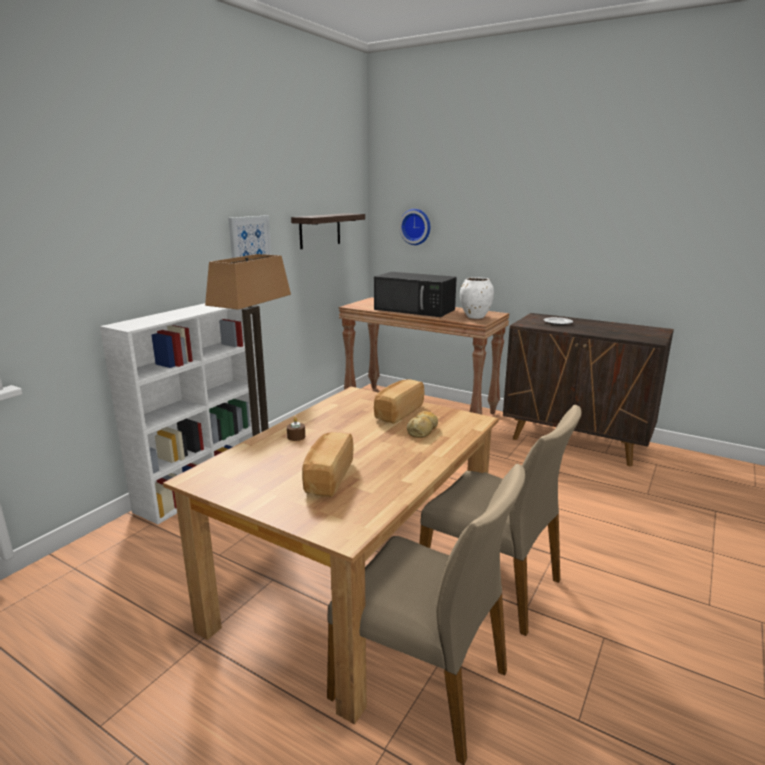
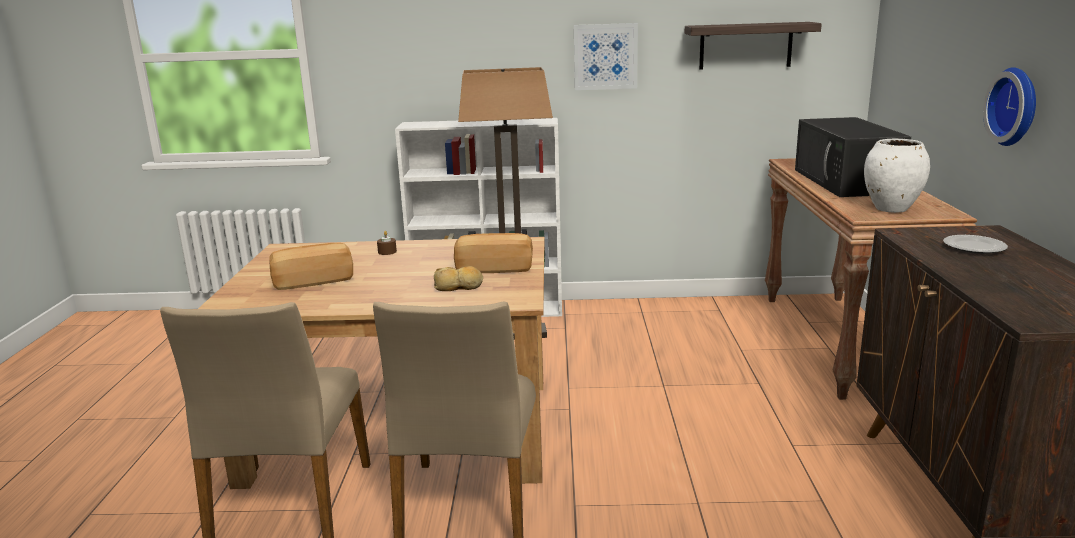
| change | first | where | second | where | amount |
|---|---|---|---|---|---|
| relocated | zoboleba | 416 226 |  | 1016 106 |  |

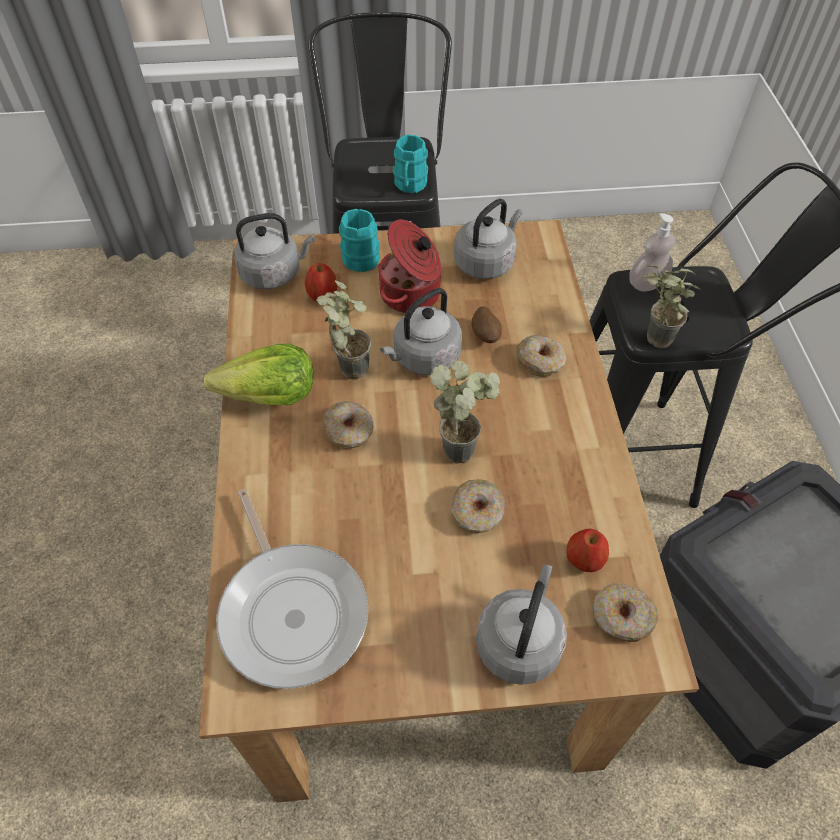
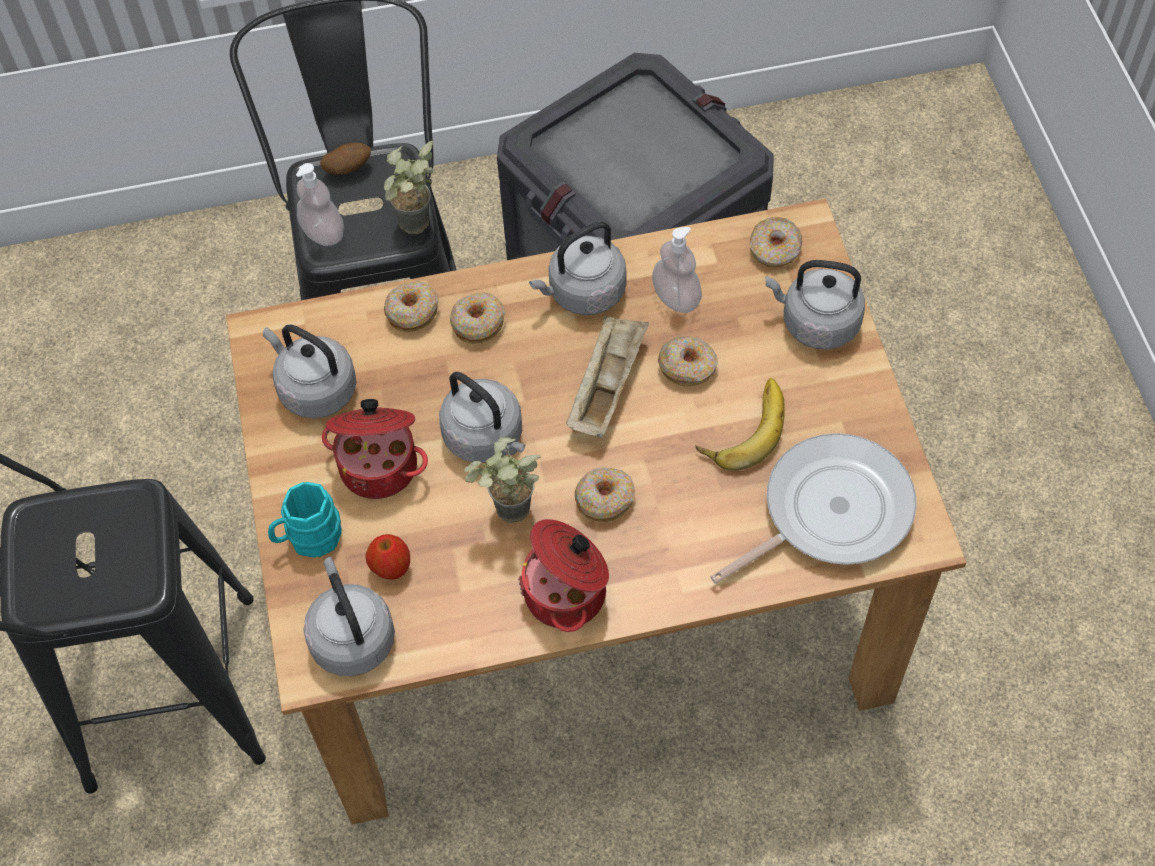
| change | first | where | second | where | amount |
|---|---|---|---|---|---|
| relocated | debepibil | 485 335 |  | 348 168 |  |
| appeared |  |  | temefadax | 412 312 |  |
| exchanged | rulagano | 269 397 | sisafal | 568 593 |  |
| appeared |  |  | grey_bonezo | 583 293 |  |
| exchanged | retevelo | 463 445 | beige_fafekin | 607 386 |  |
| appeared |  |  | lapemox | 676 298 |  |
| appeared |  |  | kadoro | 743 427 |  |
| missing | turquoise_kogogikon | 409 185 |  |  |  |
| missing | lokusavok | 583 560 |  |  |  |

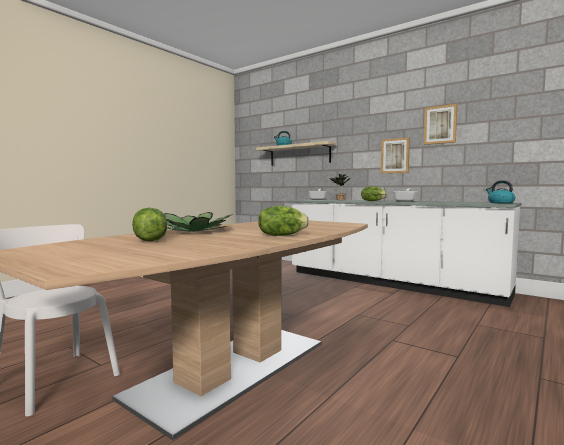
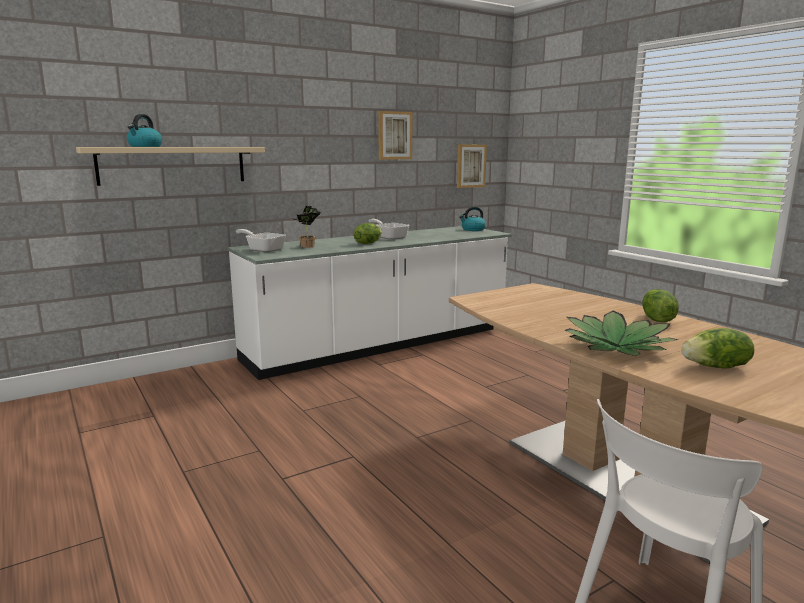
| change | first | where | second | where | amount |
|---|---|---|---|---|---|
| relocated | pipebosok | 395 156 |  | 470 166 |  |

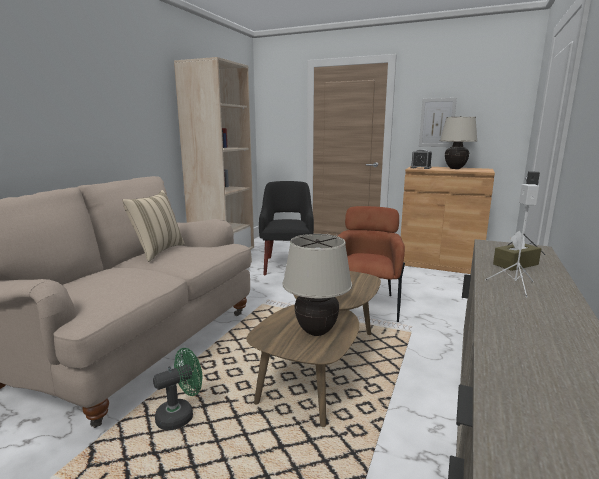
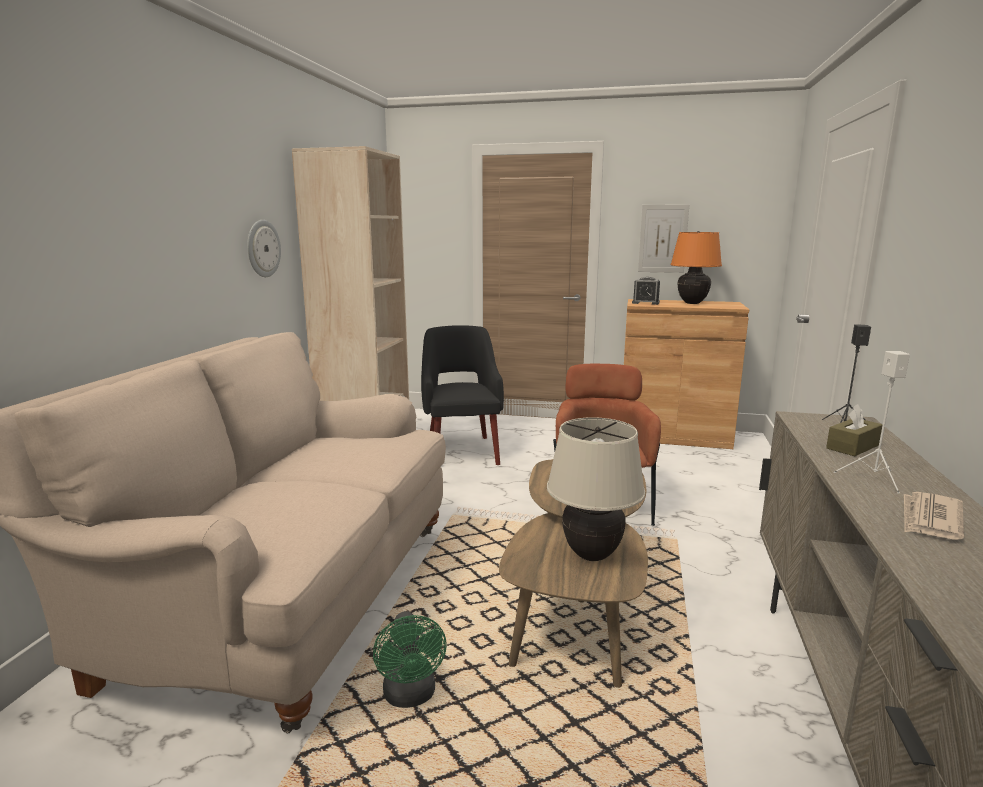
| change | first | where | second | where | amount |
|---|---|---|---|---|---|
| appeared |  |  | zoboleba | 262 248 |  |
| spun | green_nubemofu | 181 415 |  | 411 696 | 120 degrees clockwise |
| colour | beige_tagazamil | 455 168 | orange_tagazamil | 692 303 |  |
| appeared |  |  | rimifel | 930 519 |  |
| missing | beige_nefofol | 157 251 |  |  |  |

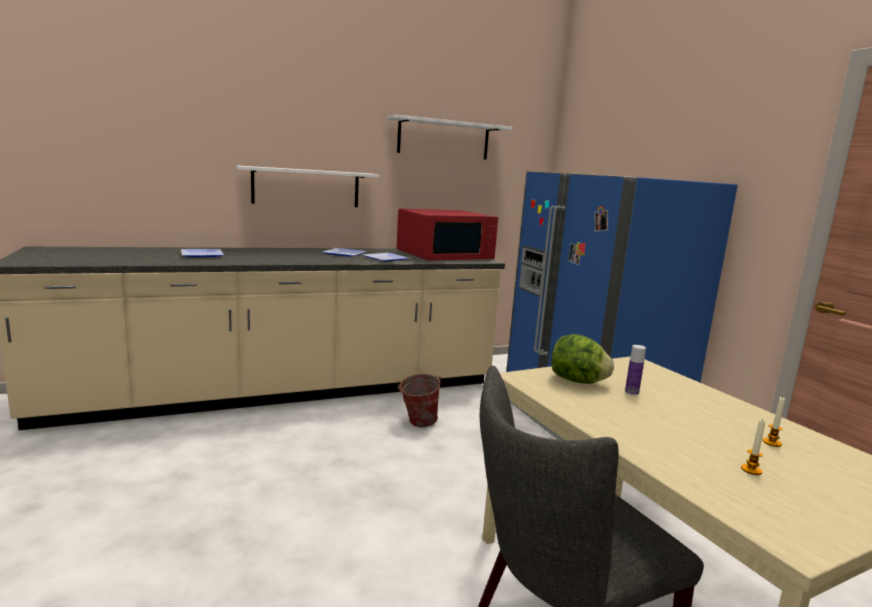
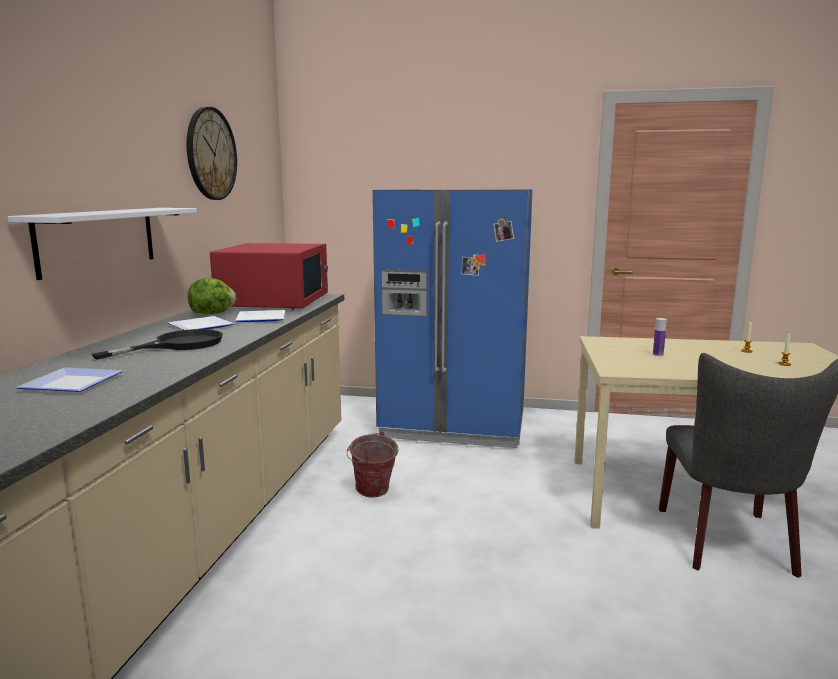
| change | first | where | second | where | amount |
|---|---|---|---|---|---|
| appeared |  |  | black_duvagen | 178 345 |  |
| exchanged | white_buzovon | 444 139 | zoboleba | 211 154 |  |
| relocated | rulagano | 577 381 |  | 213 314 |  |

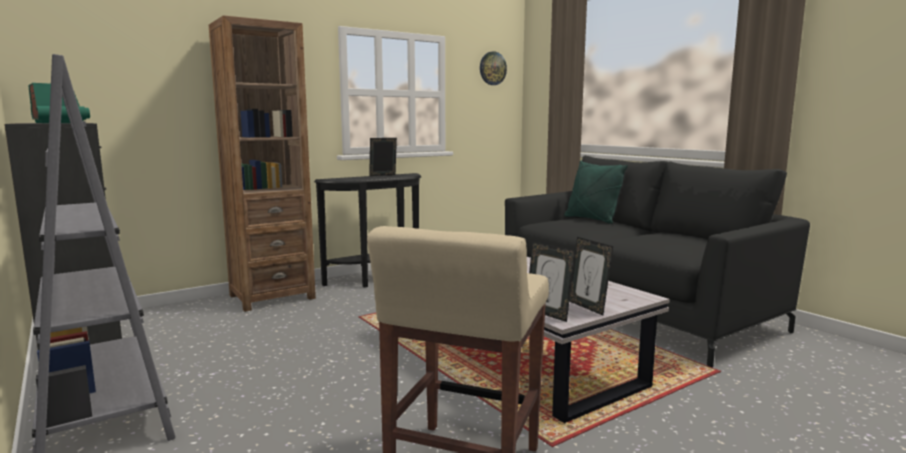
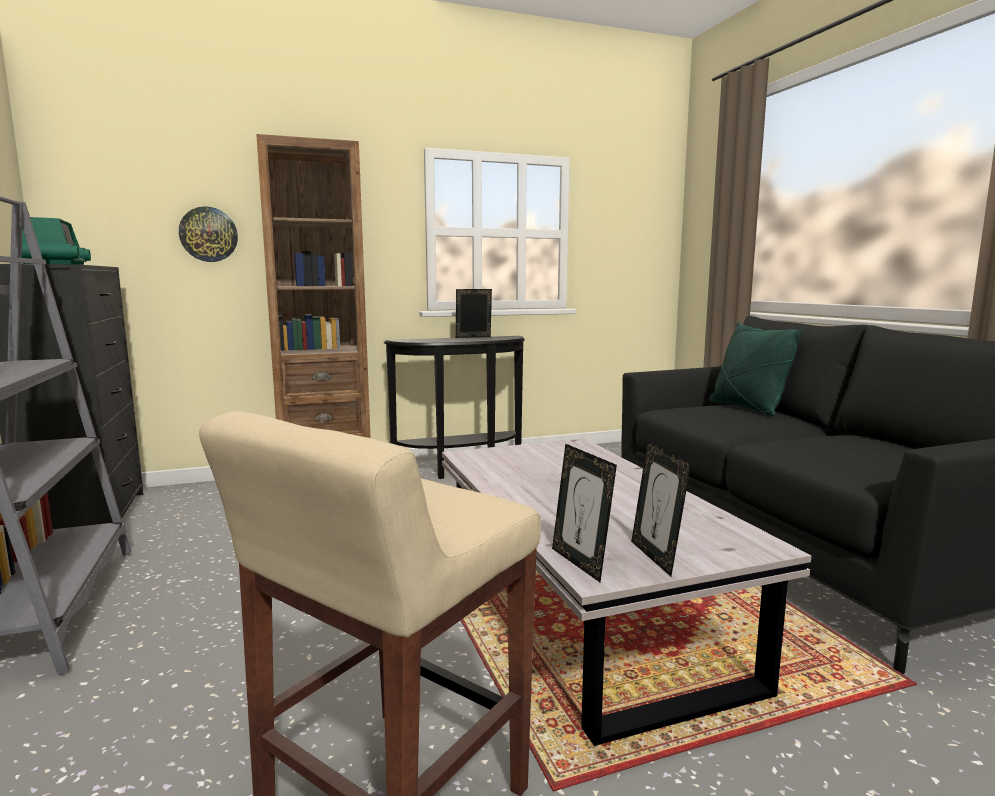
| change | first | where | second | where | amount |
|---|---|---|---|---|---|
| relocated | zoboleba | 492 68 |  | 208 234 |  |

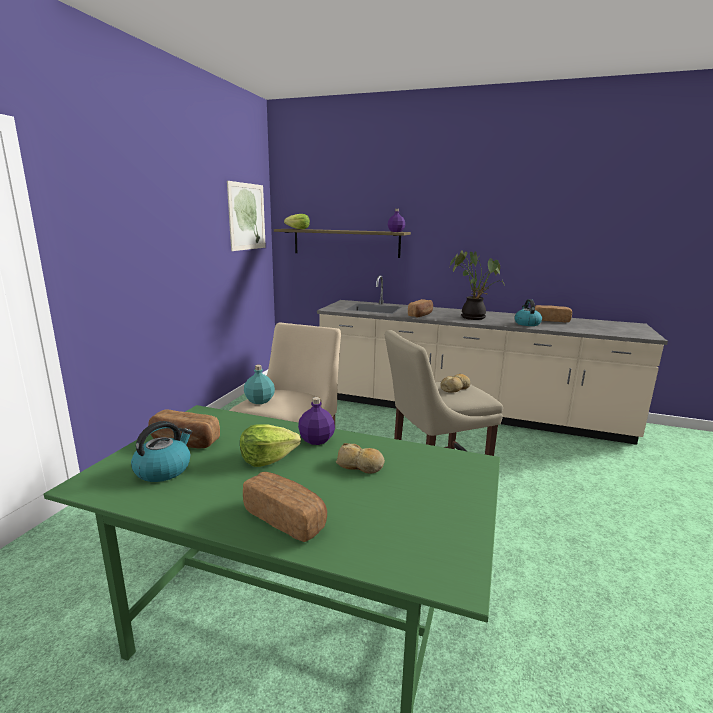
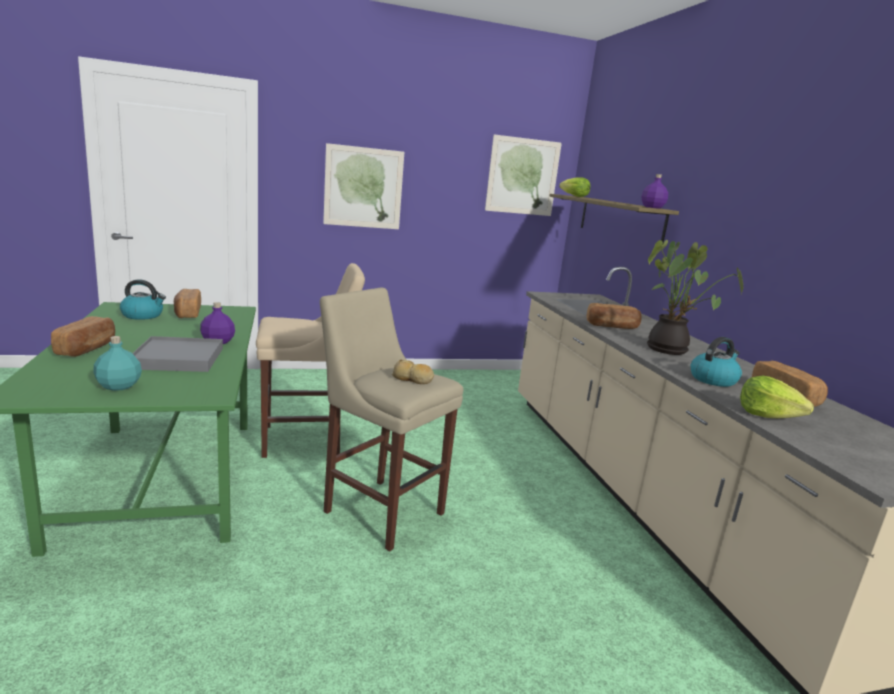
| change | first | where | second | where | amount |
|---|---|---|---|---|---|
| relocated | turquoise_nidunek | 260 401 |  | 118 386 |  |
| exchanged | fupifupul | 360 465 | grey_fafekin | 178 358 |  |
| appeared |  |  | pipebosok | 363 187 |  |
| relocated | rulagano | 267 458 |  | 767 415 |  |

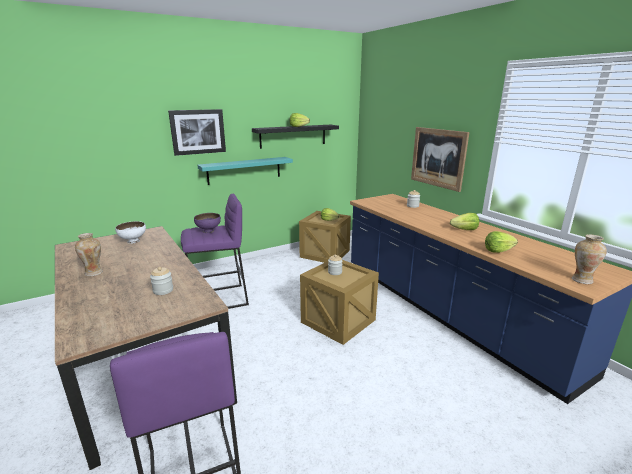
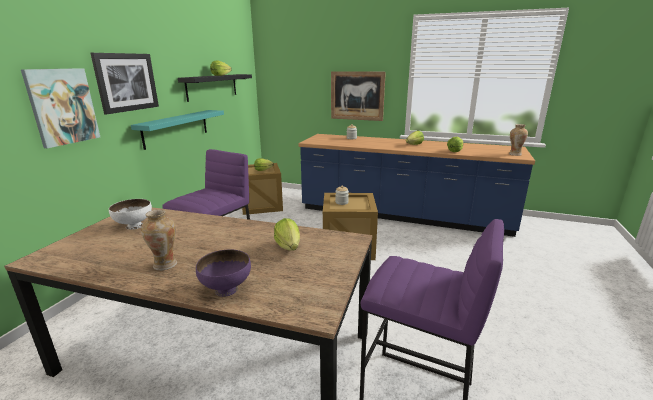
| change | first | where | second | where | amount |
|---|---|---|---|---|---|
| appeared |  |  | pipebosok | 62 106 |  |
| relocated | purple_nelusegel | 208 231 |  | 227 289 |  |
| exchanged | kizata | 163 290 | rulagano | 288 246 |  |

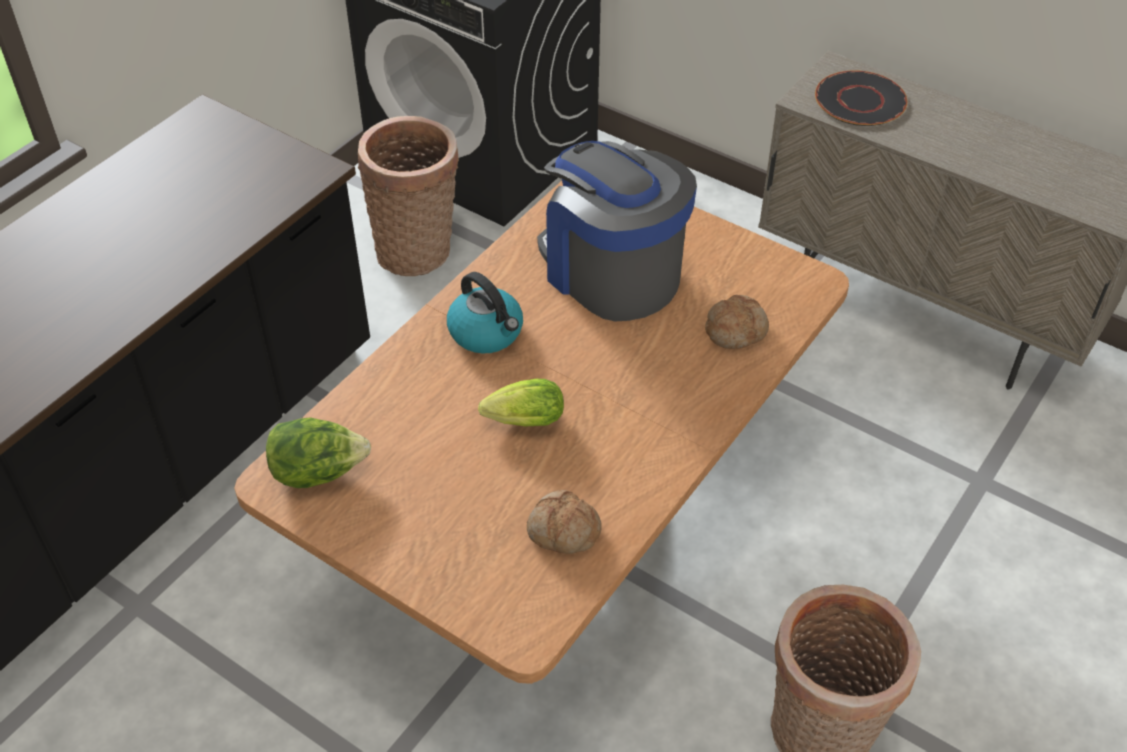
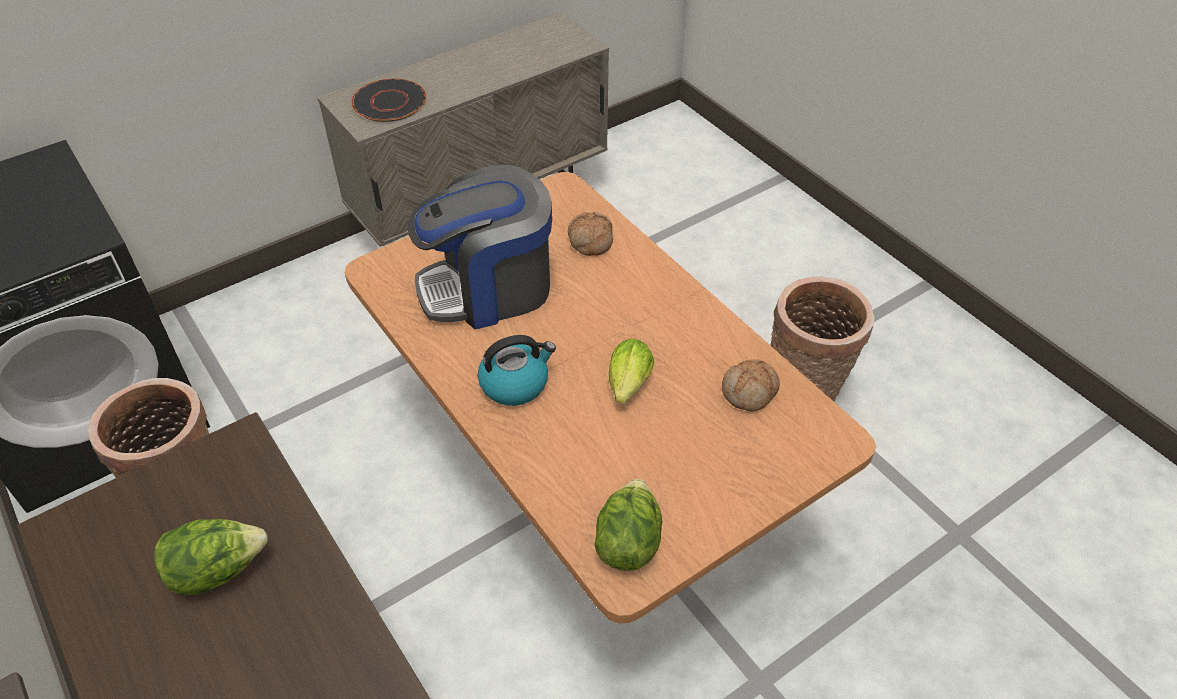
| change | first | where | second | where | amount |
|---|---|---|---|---|---|
| appeared |  |  | rulagano | 218 571 |  |

